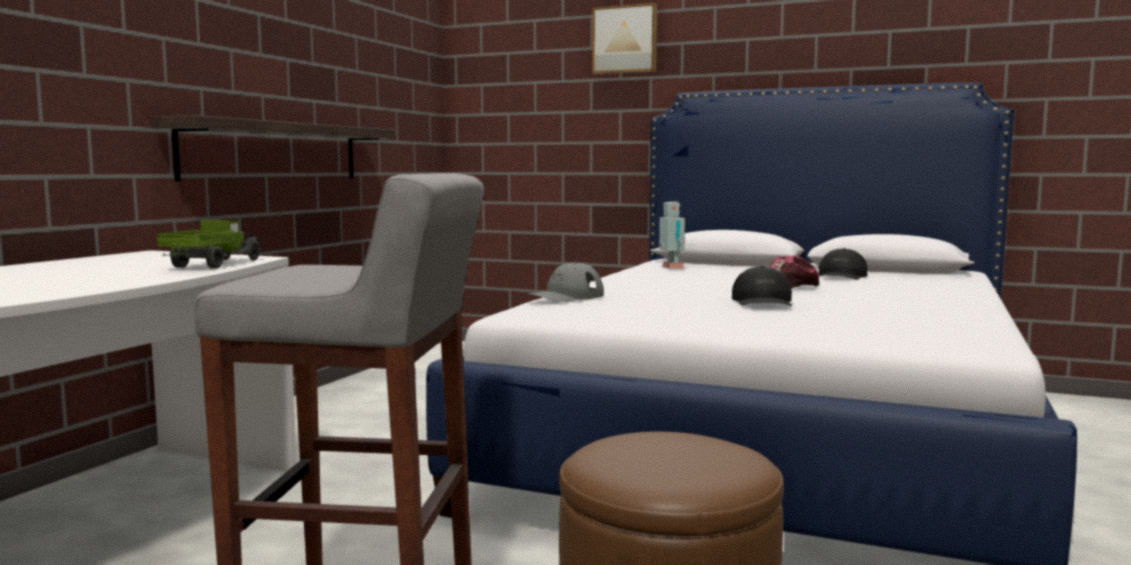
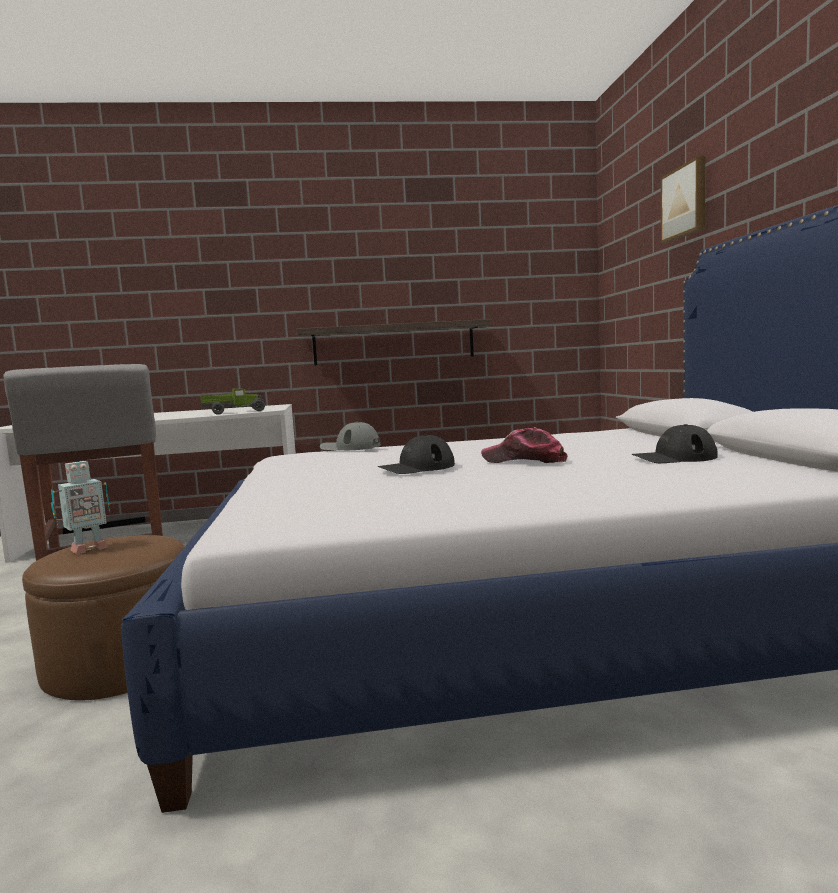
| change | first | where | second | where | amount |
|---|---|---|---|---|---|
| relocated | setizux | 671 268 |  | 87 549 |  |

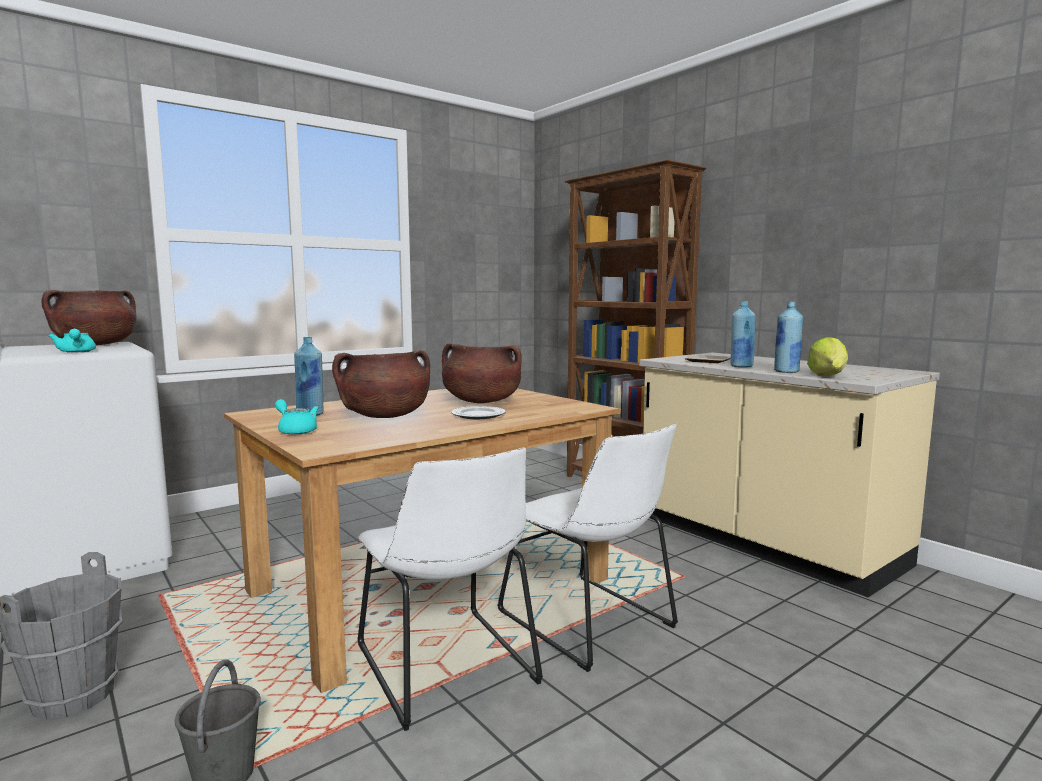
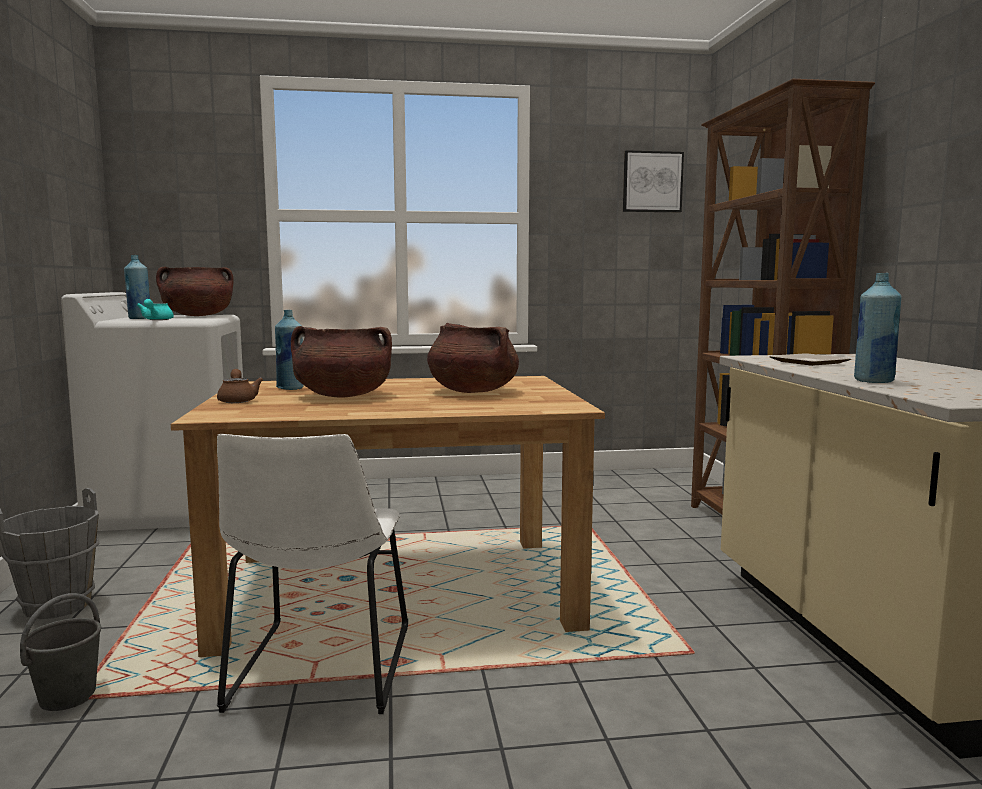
| change | first | where | second | where | amount |
|---|---|---|---|---|---|
| relocated | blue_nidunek | 741 366 |  | 139 319 |  |
| colour | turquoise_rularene | 295 430 | brown_rularene | 238 400 |  |
| appeared |  |  | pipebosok | 652 182 |  |
| missing | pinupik | 479 415 |  |  |  |
| missing | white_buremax | 590 623 |  |  |  |
| missing | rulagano | 828 376 |  |  |  |

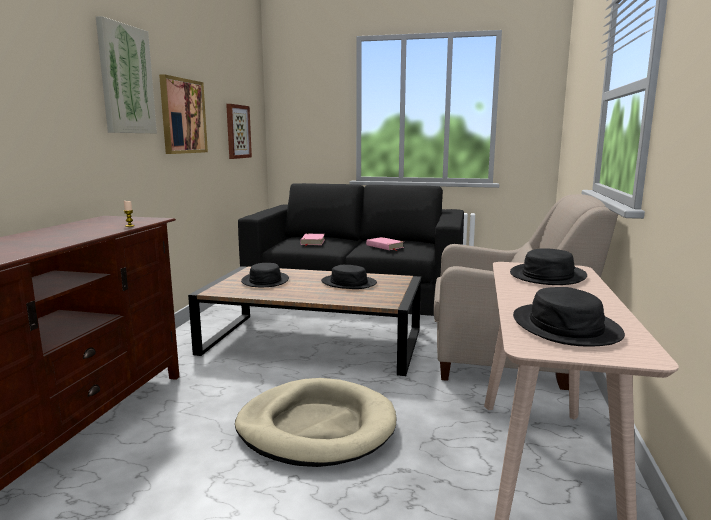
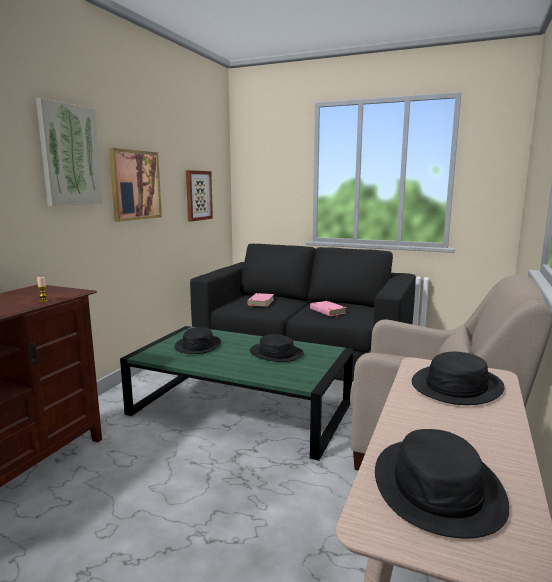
| change | first | where | second | where | amount |
|---|---|---|---|---|---|
| colour | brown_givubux | 313 341 | green_givubux | 241 408 |  |
| missing | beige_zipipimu | 316 427 |  |  |  |

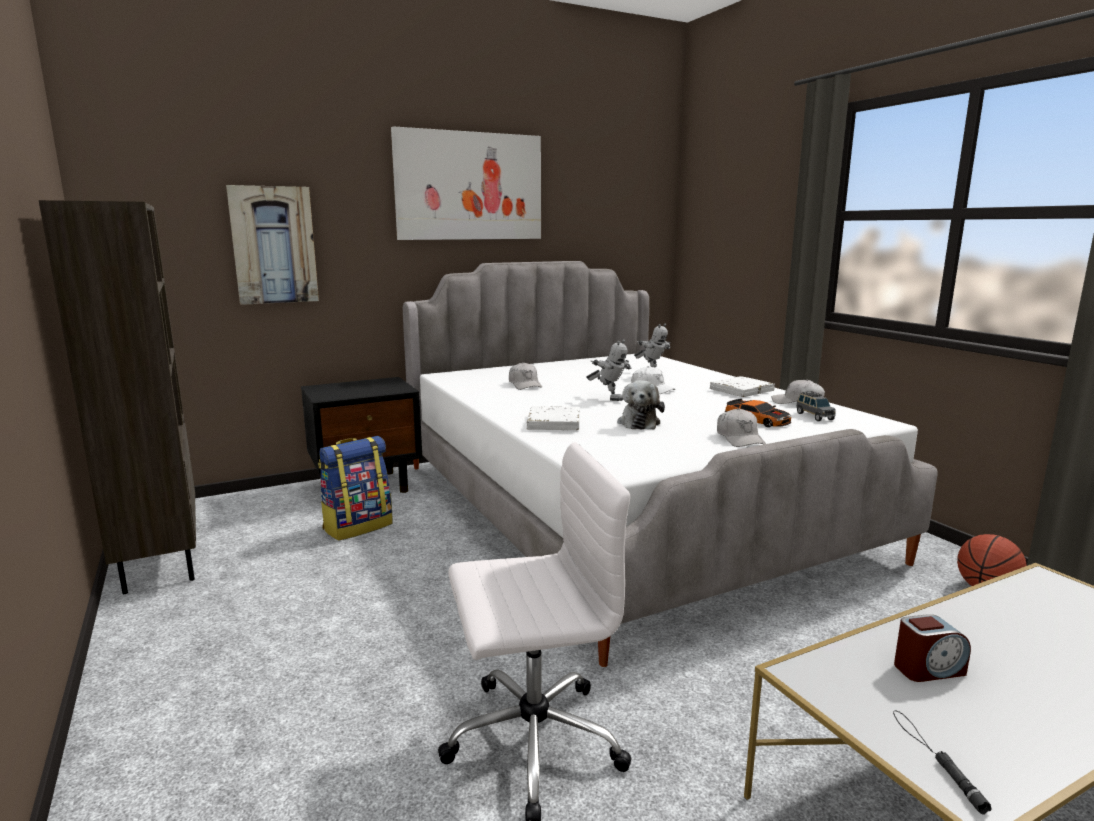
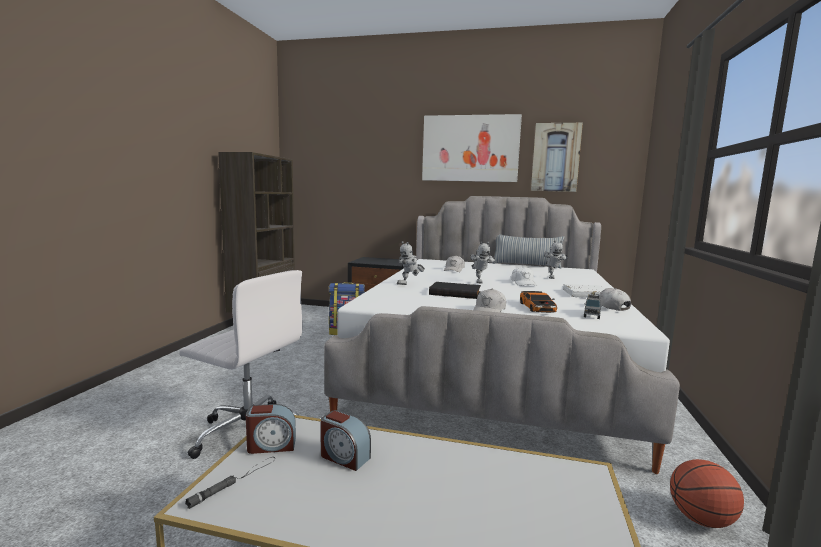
| change | first | where | second | where | amount |
|---|---|---|---|---|---|
| appeared |  |  | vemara | 271 445 |  |
| exchanged | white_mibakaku | 554 423 | setizux | 410 284 |  |
| exchanged | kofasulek | 639 422 | black_mibakaku | 455 293 |  |
| appeared |  |  | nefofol | 526 265 |  |
| relocated | pipebosok | 274 245 |  | 555 157 |  |

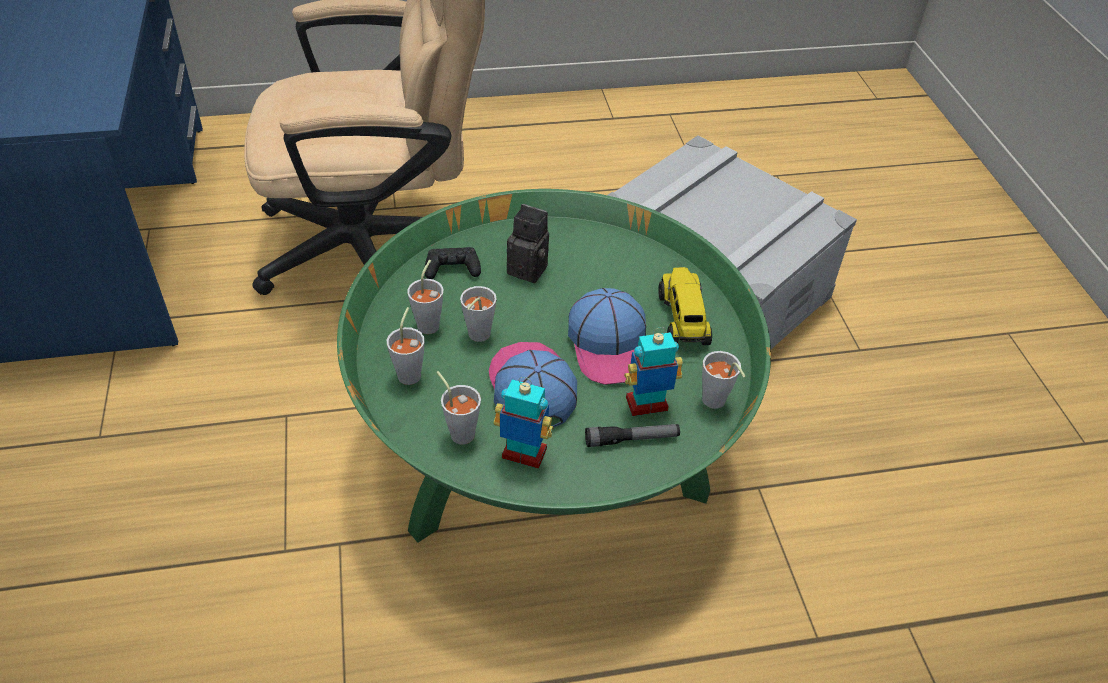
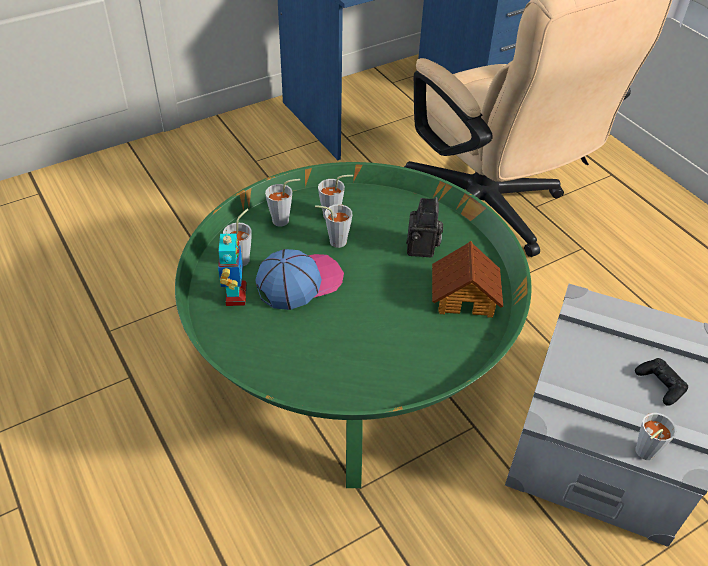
| change | first | where | second | where | amount |
|---|---|---|---|---|---|
| appeared |  |  | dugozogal | 465 296 |  |
| relocated | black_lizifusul | 452 268 |  | 660 384 |  |
| relocated | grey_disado | 716 404 |  | 642 454 |  |
| missing | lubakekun | 610 345 |  |  |  |
| missing | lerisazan | 632 439 |  |  |  |
| missing | setizux | 647 405 |  |  |  |
| missing | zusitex | 683 320 |  |  |  |

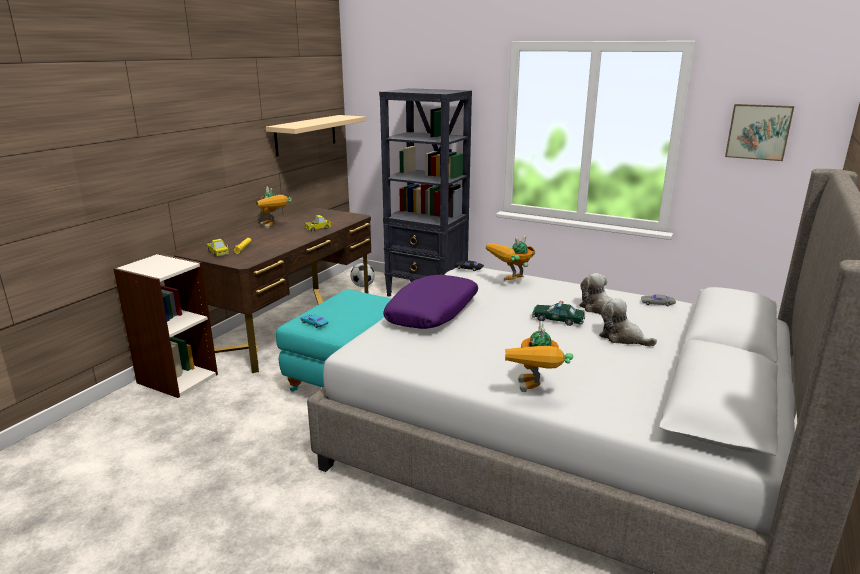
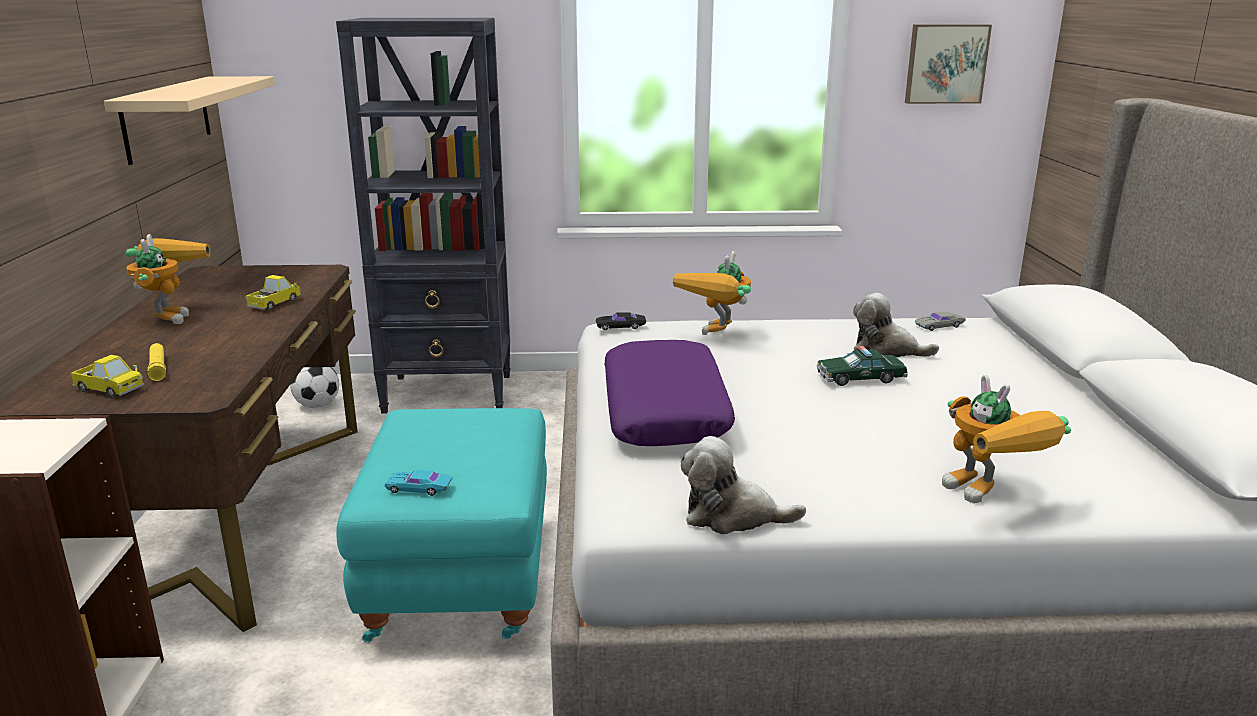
| change | first | where | second | where | amount |
|---|---|---|---|---|---|
| spun | setizux | 274 227 |  | 170 315 | 120 degrees counterclockwise |
| relocated | kofasulek | 622 338 |  | 732 516 |  |

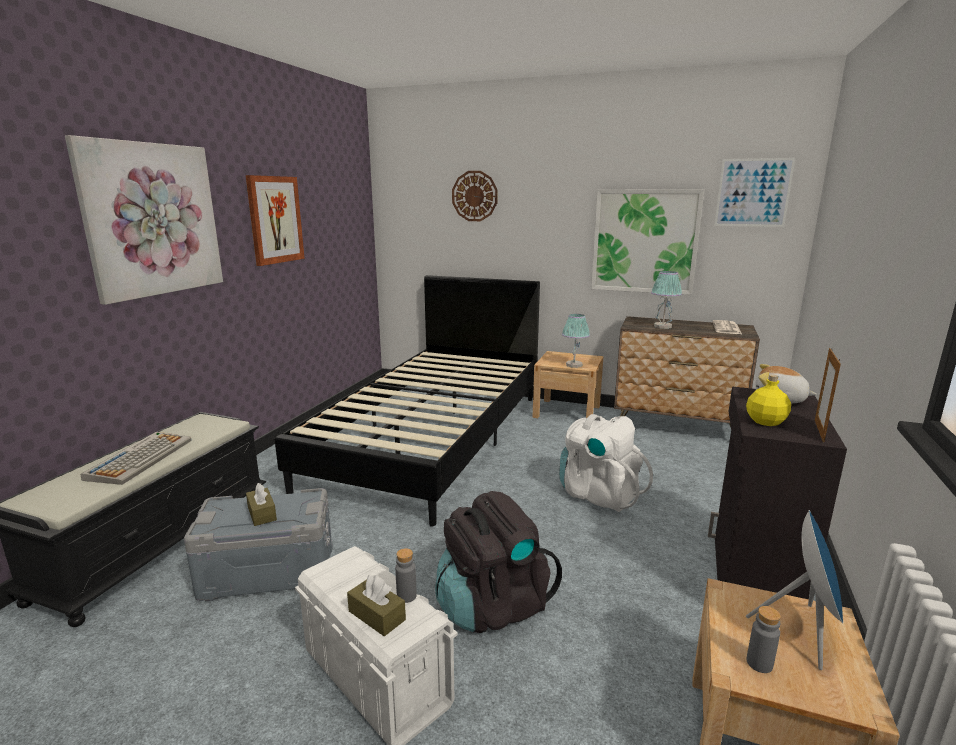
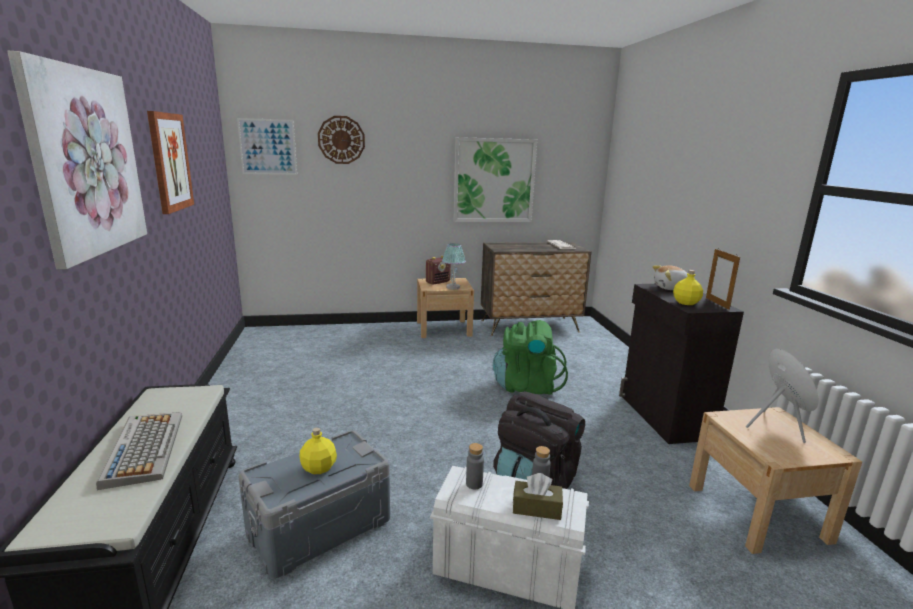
| change | first | where | second | where | amount |
|---|---|---|---|---|---|
| relocated | pipebosok | 753 193 |  | 267 147 |  |
| exchanged | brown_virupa | 262 513 | yellow_nidunek | 318 468 |  |
| appeared |  |  | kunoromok | 438 282 |  |
| relocated | grey_nidunek | 759 663 |  | 474 484 |  |
| colour | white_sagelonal | 598 494 | green_sagelonal | 526 386 |  |
| missing | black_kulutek | 433 437 |  |  |  |
| missing | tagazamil | 662 326 |  |  |  |

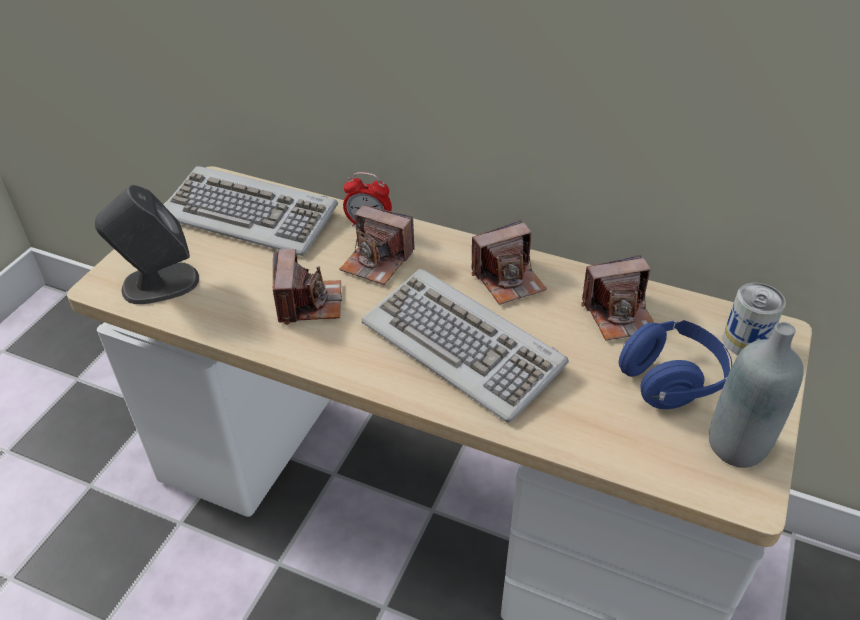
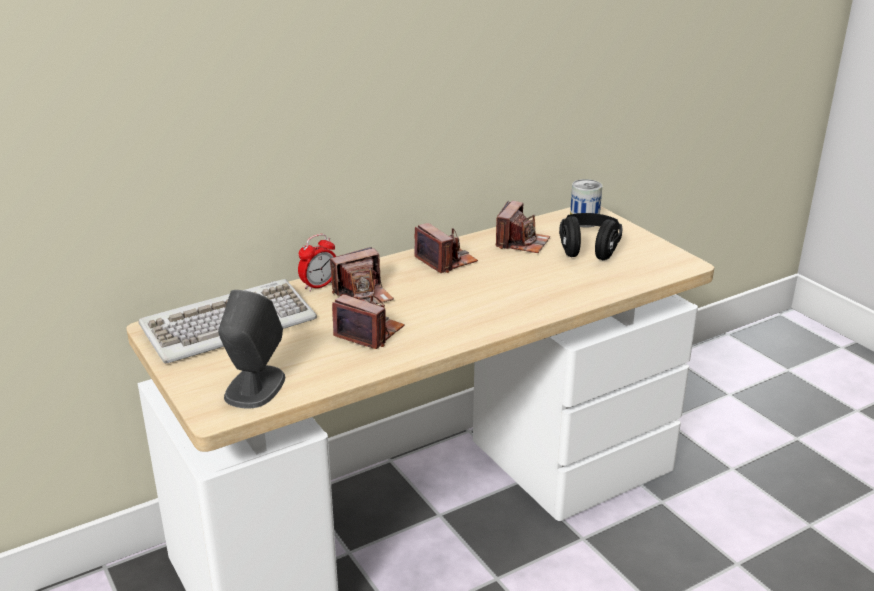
| change | first | where | second | where | amount |
|---|---|---|---|---|---|
| spun | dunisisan | 508 279 |  | 446 261 | 45 degrees counterclockwise |
| colour | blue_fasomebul | 670 380 | black_fasomebul | 588 250 |  |
| missing | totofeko | 463 346 |  |  |  |
| missing | grey_nidunek | 737 446 |  |  |  |

